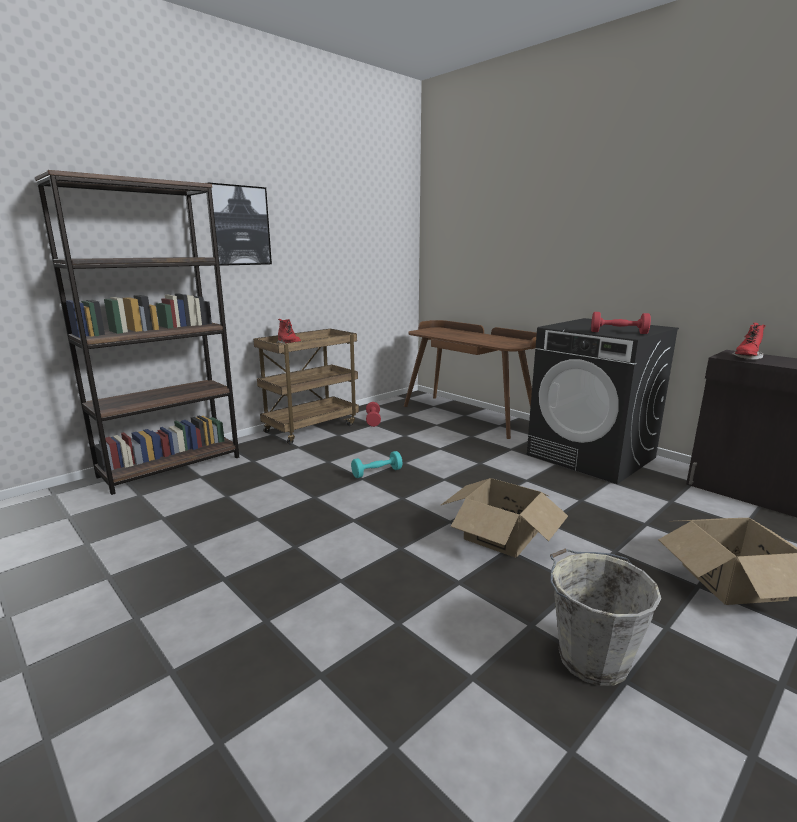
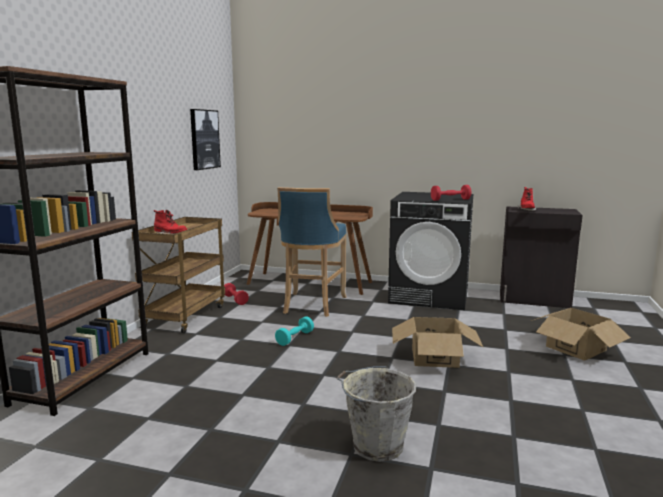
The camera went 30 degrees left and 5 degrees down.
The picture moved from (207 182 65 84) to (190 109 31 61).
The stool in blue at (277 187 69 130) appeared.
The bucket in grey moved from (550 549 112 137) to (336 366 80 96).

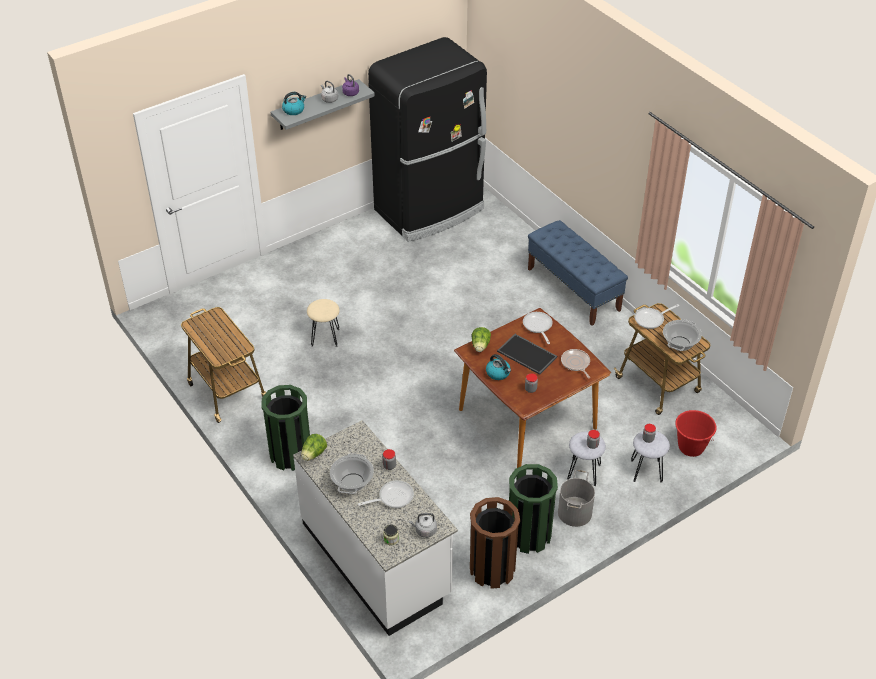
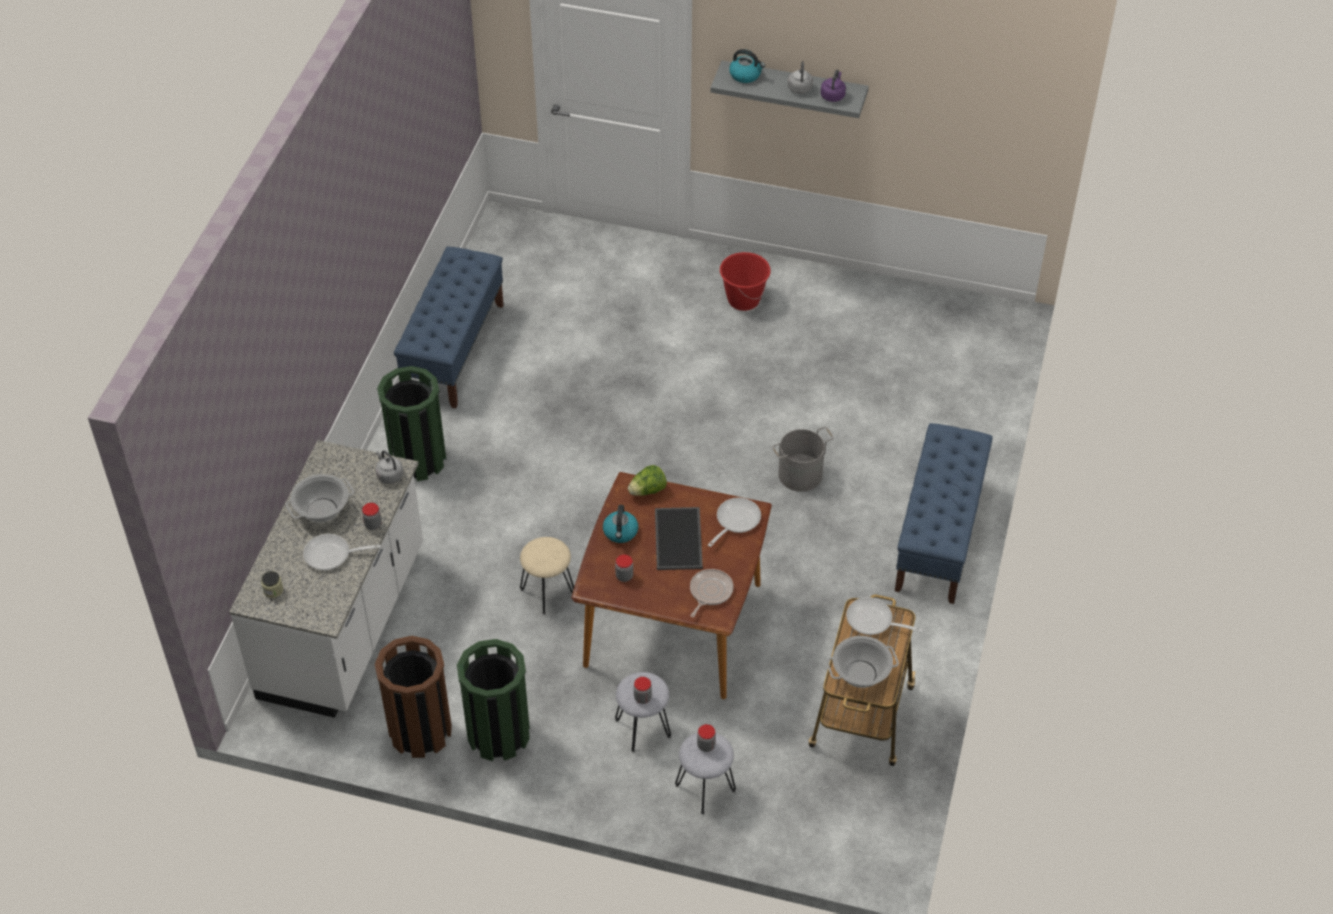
The camera went 50 degrees right and 5 degrees up.
The frying pan at (358 480 56 28) turned 150 degrees clockwise.
The kettle in grey moved from (409 513 28 24) to (375 450 28 34).
The cart at (181 307 85 116) was replaced by the bench in blue at (394 247 110 162).
The stool in beige moved from (307 299 33 48) to (520 537 54 78).
The bucket in red moved from (675 410 42 47) to (720 252 51 59).
The bucket in grey moved from (558 470 37 57) to (772 427 62 65).
The lettuce at (301 434 26 27) disappeared.
The fridge in black at (368 37 119 205) disappeared.

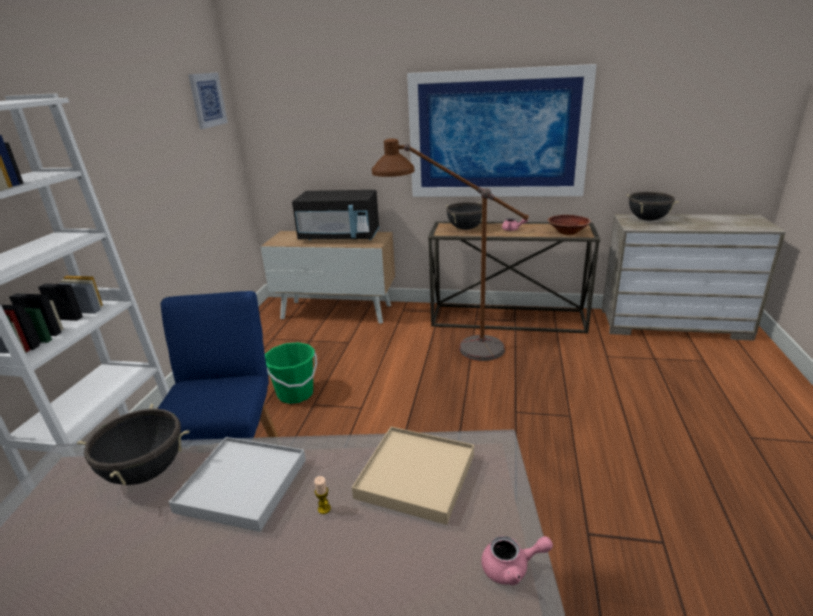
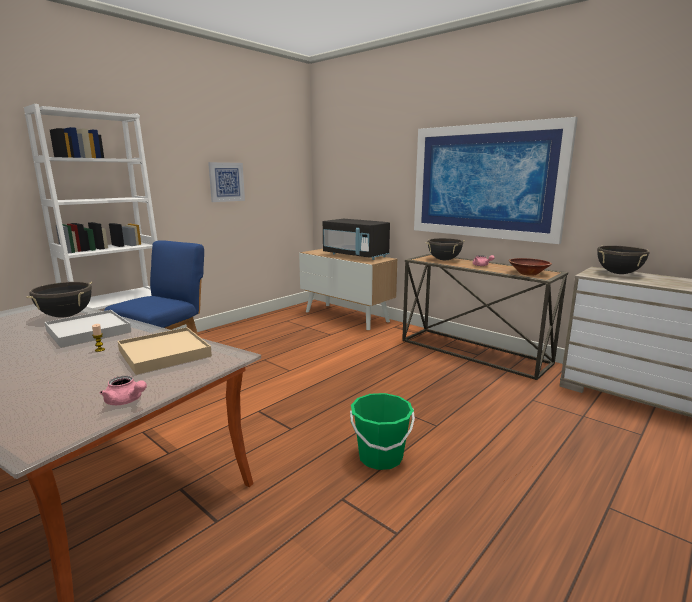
The camera went 30 degrees right and 10 degrees down.
The picture moved from (188 72 40 57) to (208 162 37 40).
The bucket in green moved from (265 342 52 62) to (350 393 65 77).
The floor lamp in brown at (372 138 157 223) disappeared.

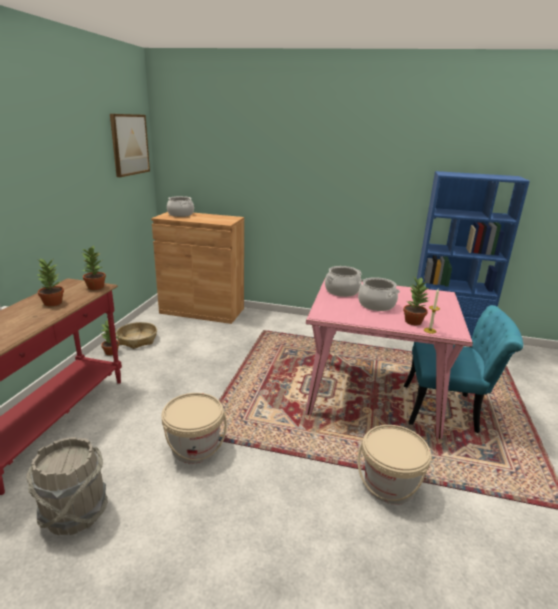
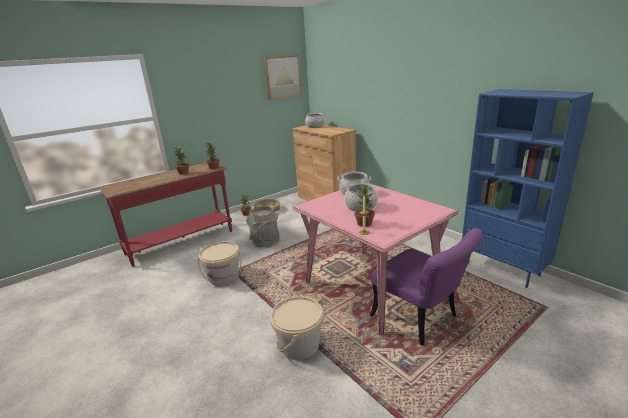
The camera went 40 degrees right and 0 degrees up.
The bucket in grey moved from (26 437 82 99) to (246 206 34 41).
The chair in turquoise at (404 305 119 128) became the chair in purple at (369 228 114 117).

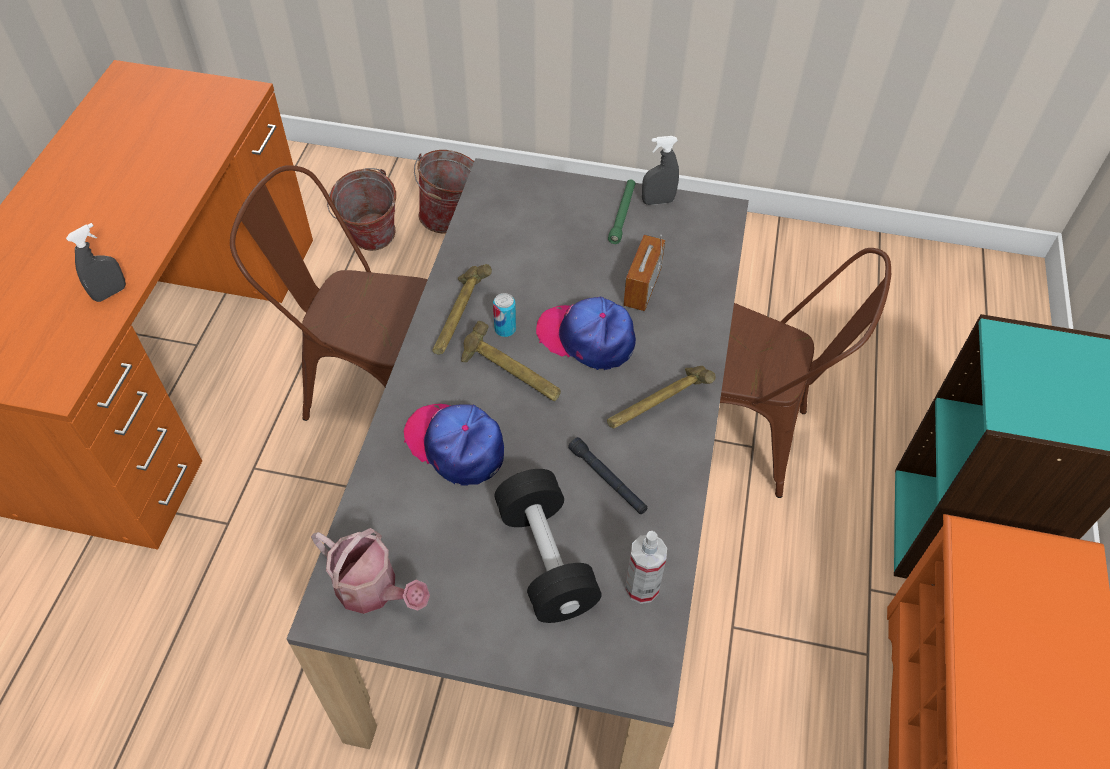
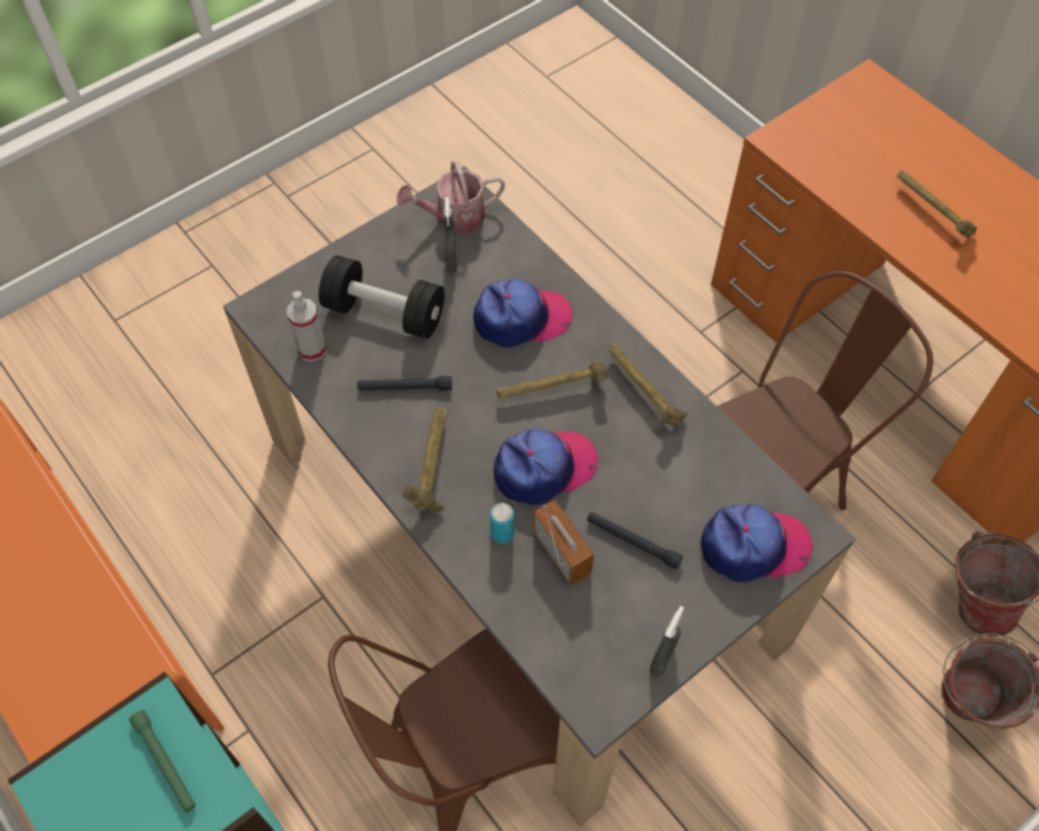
The camera went 130 degrees right and 5 degrees up.
The flashlight in green moved from (608 179 28 65) to (129 710 67 102).
The spray bottle in grey moved from (66 223 60 79) to (444 197 13 76).
The can moved from (493 293 23 44) to (490 503 24 41).
The flashlight in black at (587 512 96 57) appeared.
The cap at (701 504 112 78) appeared.
The hammer at (897 170 80 68) appeared.

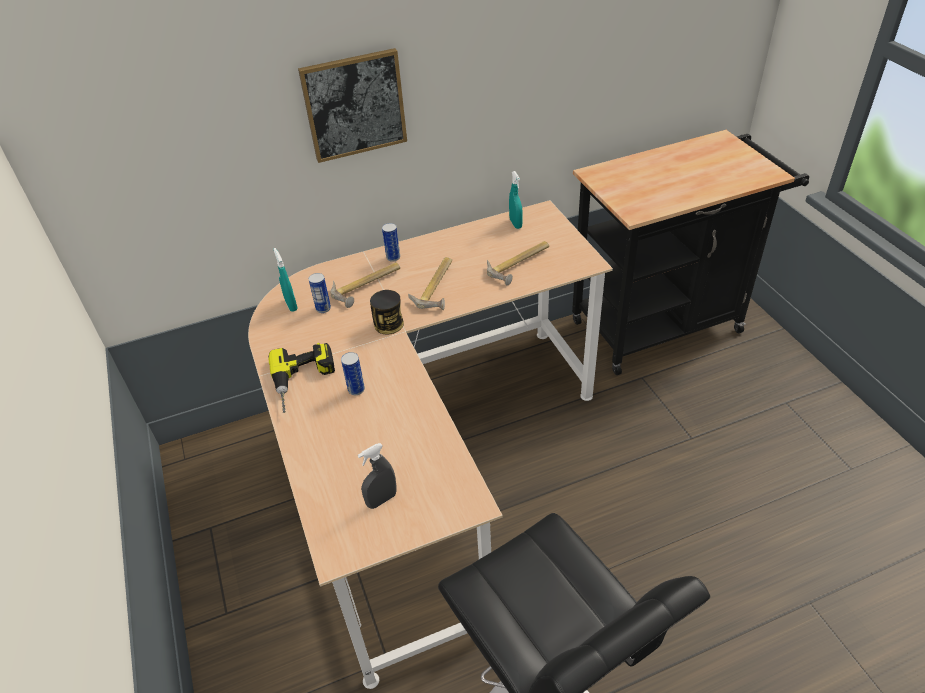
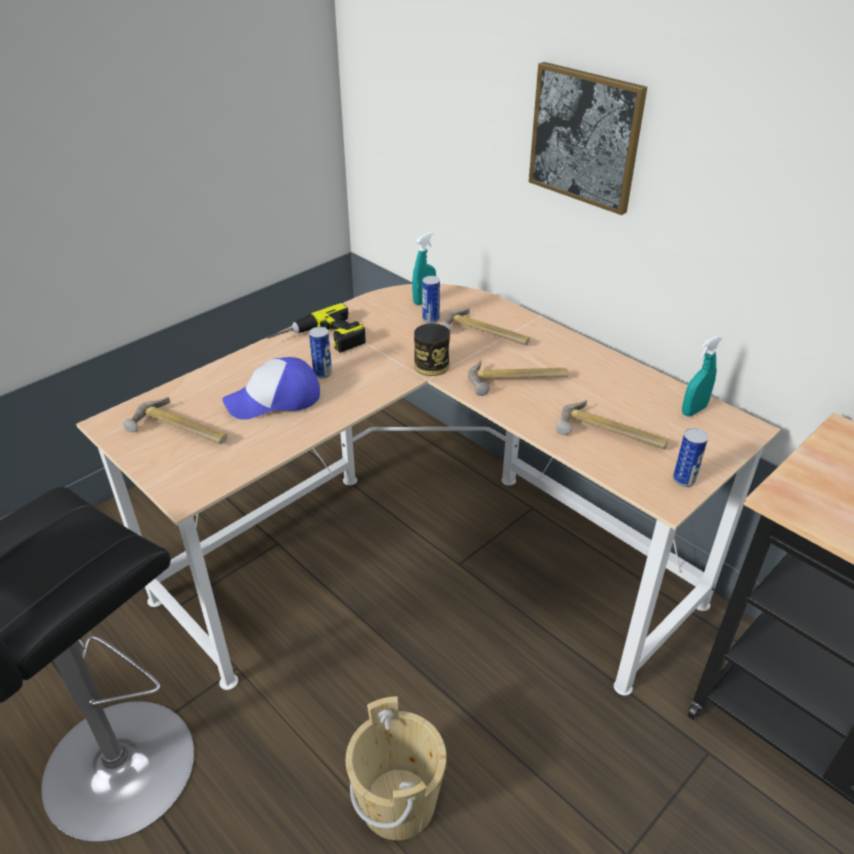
The camera went 65 degrees right and 5 degrees down.
The spray bottle in grey at (358 443 39 66) was replaced by the hammer at (123 397 105 47).
The cap at (223 357 97 63) appeared.
The bucket in beige at (346 696 101 144) appeared.
The can moved from (382 223 18 39) to (673 428 35 59).

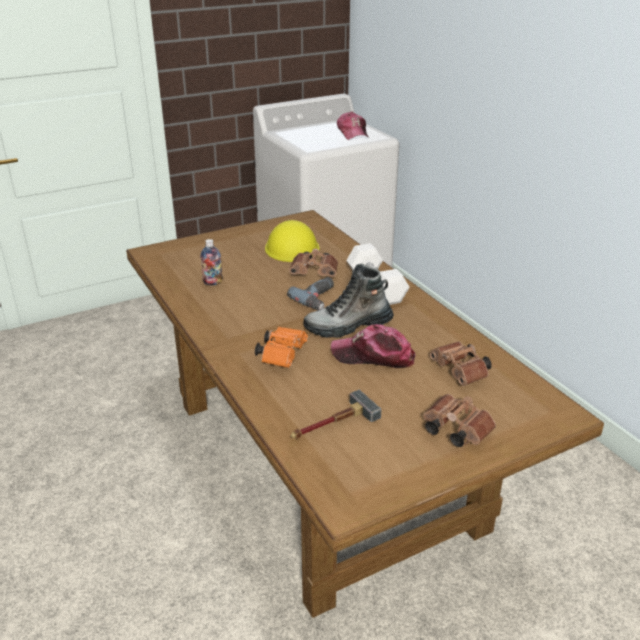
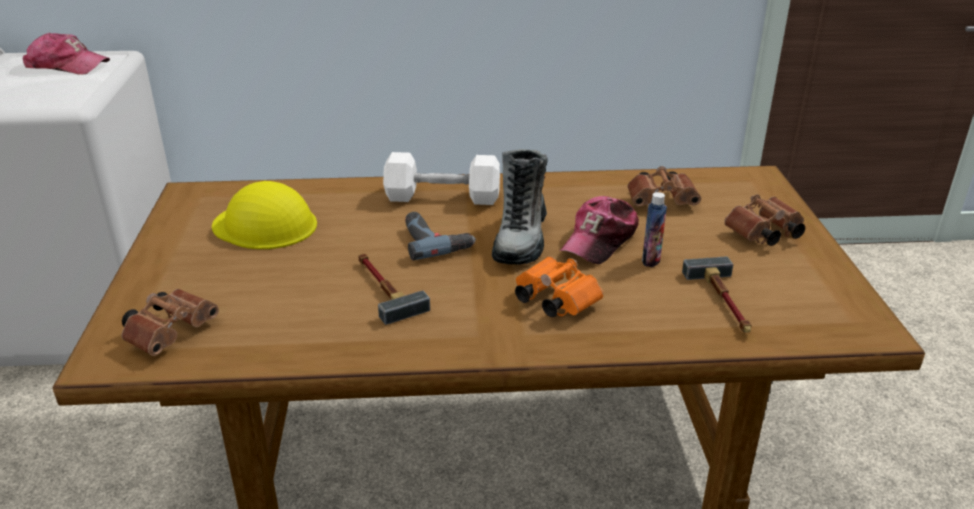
The camera went 65 degrees left and 0 degrees up.
The binoculars in brown moved from (289 248 49 29) to (121 289 98 67).
The hammer at (358 253 72 72) appeared.
The bottle moved from (200 239 23 46) to (642 192 25 75).

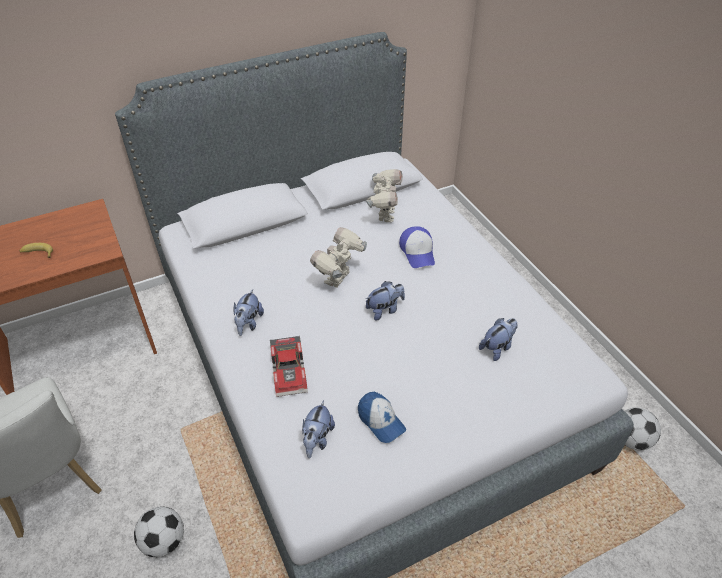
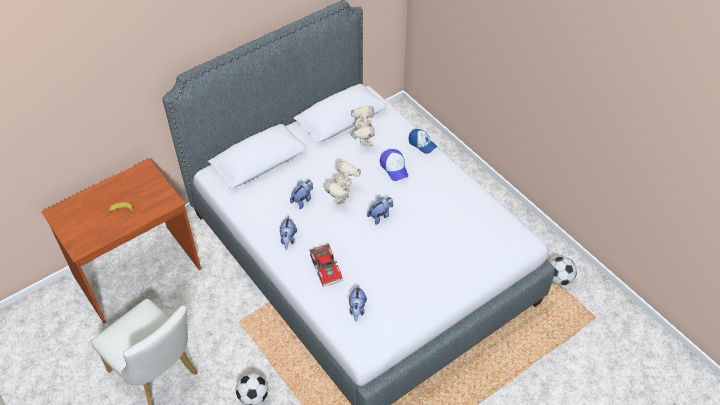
The camera went 10 degrees left and 5 degrees up.
The plush toy moved from (479 318 39 43) to (290 180 23 29).
The cap moved from (358 392 48 51) to (409 129 28 25).

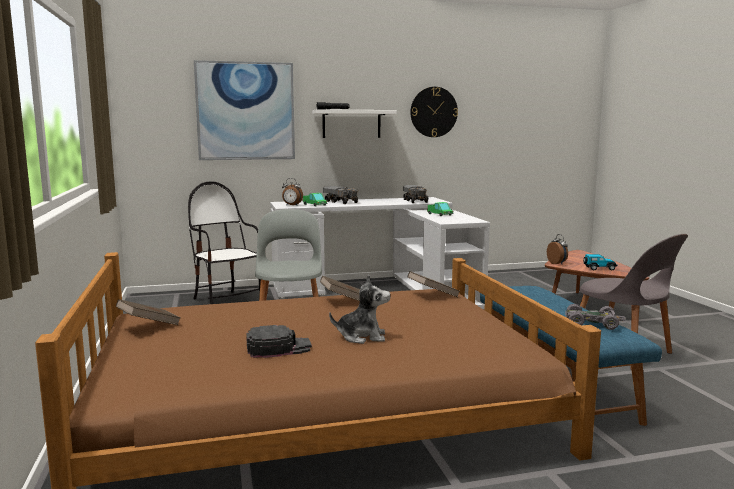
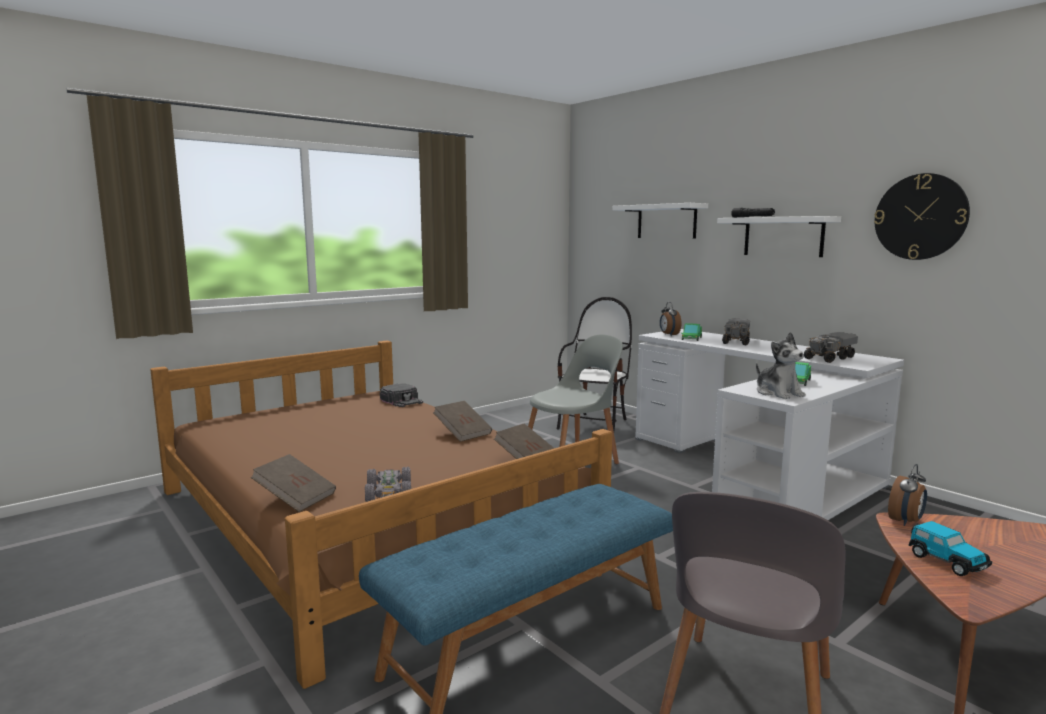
The camera went 65 degrees right and 0 degrees up.
The book in brown moved from (116 299 65 26) to (251 454 85 58).
The toy car in grey moved from (565 304 61 26) to (365 466 46 36).
The cap in black moved from (246 325 66 33) to (380 383 43 24).
The picture at (194 60 101 100) was replaced by the shelf in white at (613 203 95 36).
The plush toy moved from (329 275 62 69) to (756 332 50 67).

